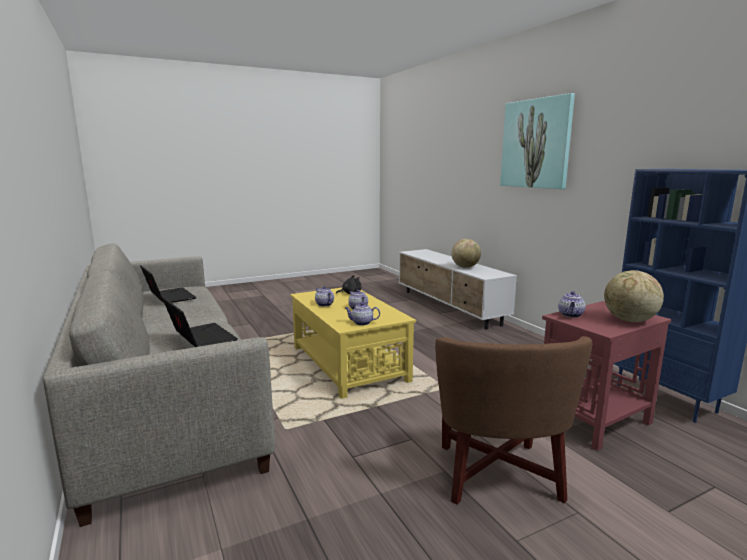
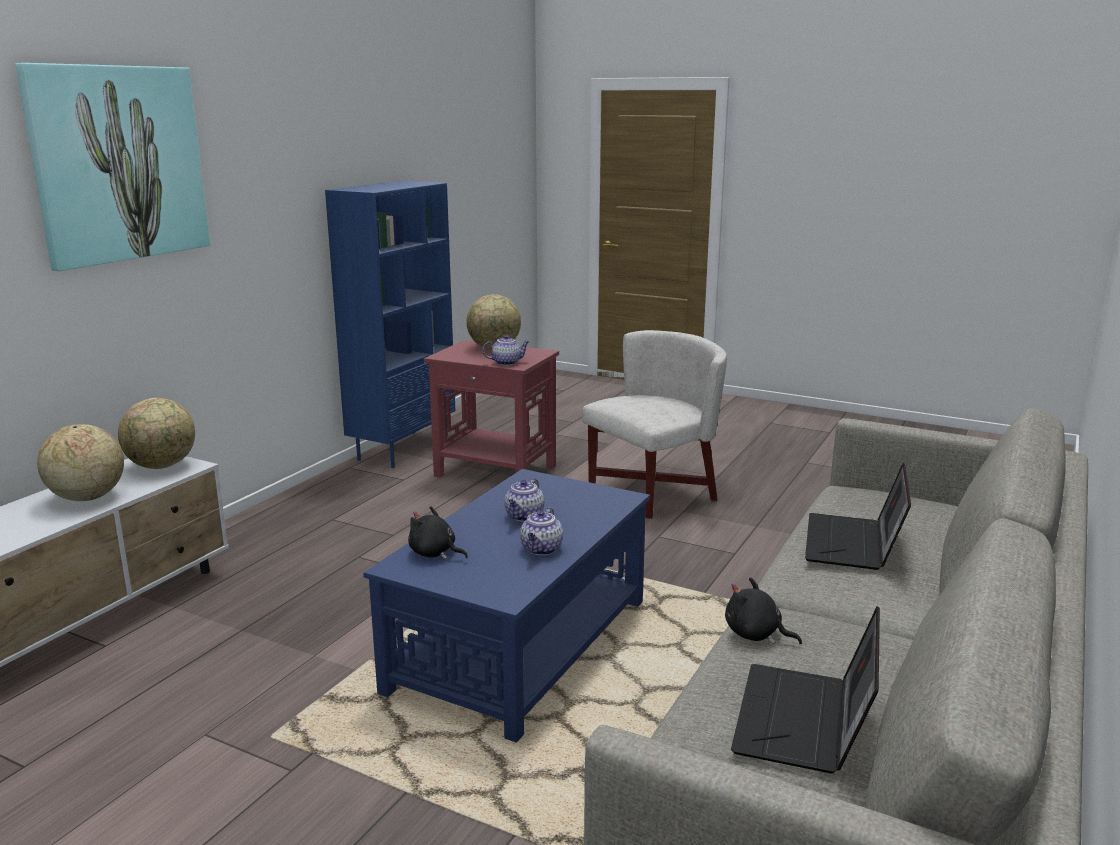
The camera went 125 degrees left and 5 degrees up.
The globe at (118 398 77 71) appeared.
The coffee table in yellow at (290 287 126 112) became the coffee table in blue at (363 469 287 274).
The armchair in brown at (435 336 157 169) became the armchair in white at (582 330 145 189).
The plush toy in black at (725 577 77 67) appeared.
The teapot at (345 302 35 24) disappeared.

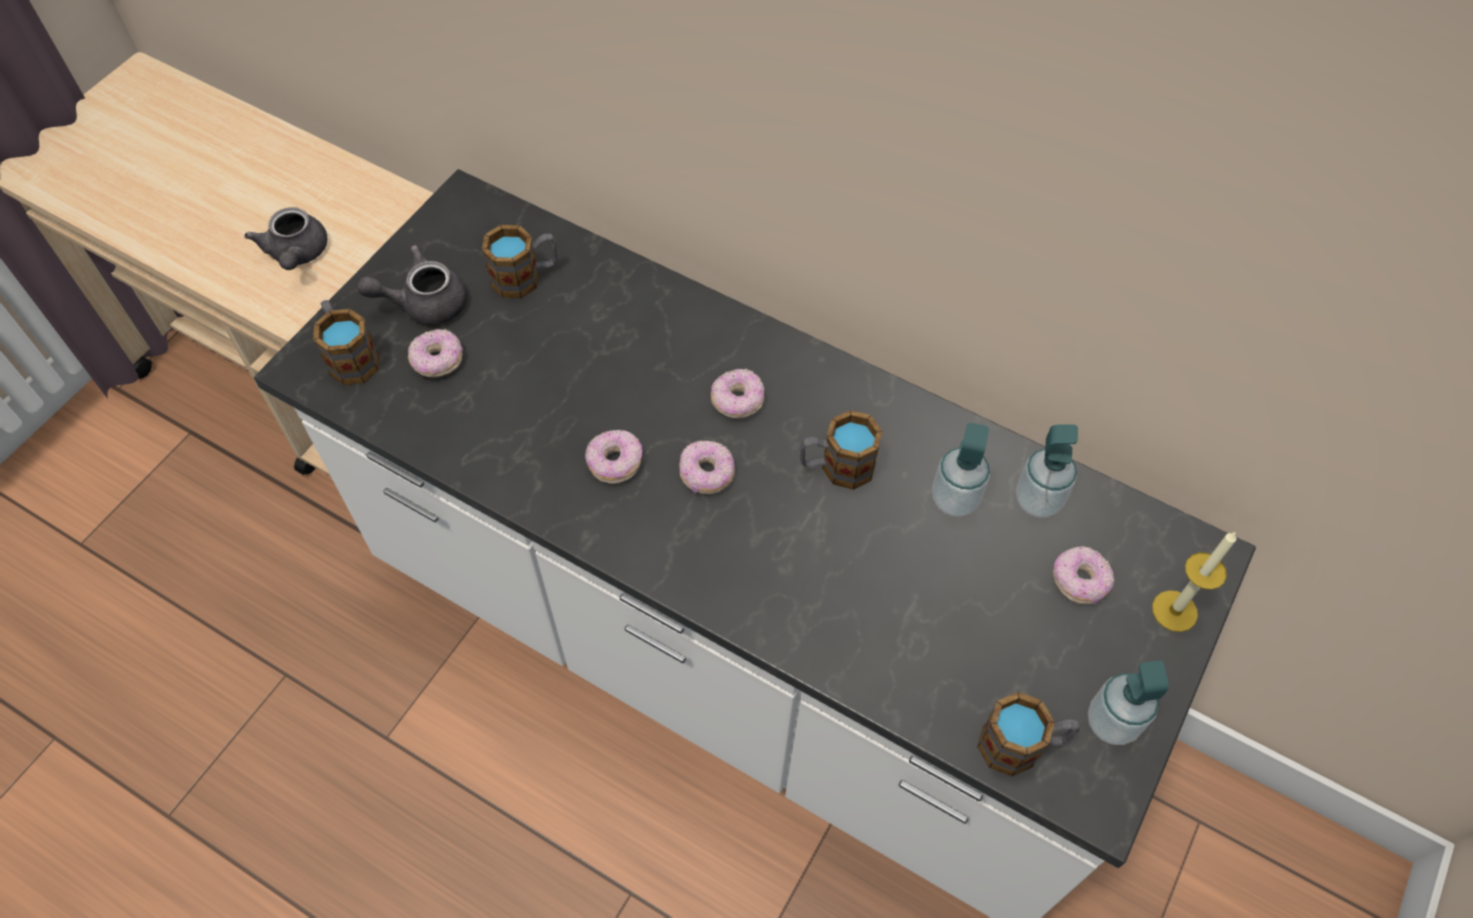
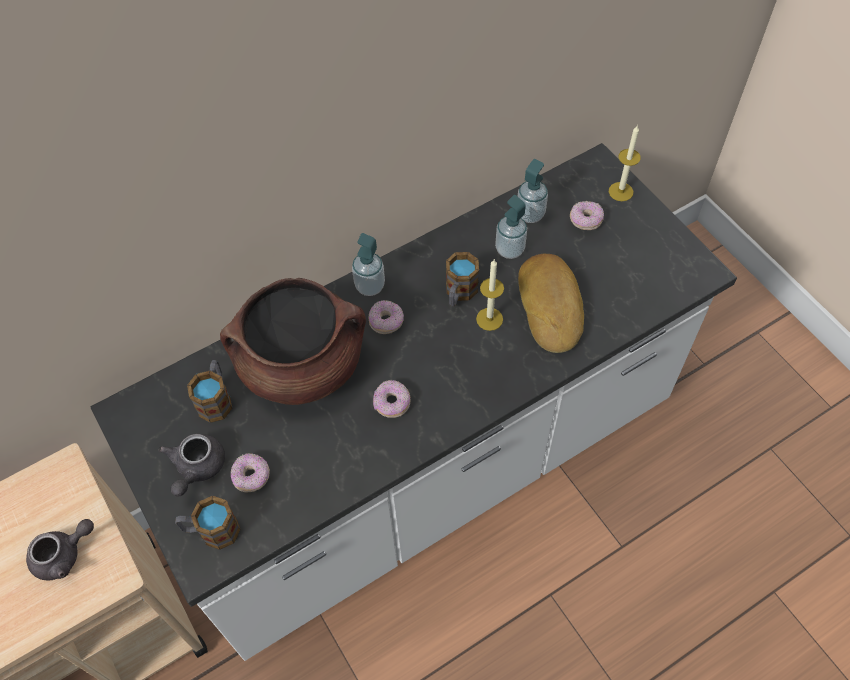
The camera went 60 degrees left and 0 degrees up.
The teapot in grey at (244 207 84 63) turned 45 degrees counterclockwise.
The cooking pot in brown at (220 278 146 127) appeared.
The soap dispenser moved from (1088 660 81 85) to (352 233 33 63).
The candle at (476 260 28 71) appeared.
The bread at (518 254 66 99) appeared.
The donut at (679 440 56 54) disappeared.
The mug at (977 692 103 84) disappeared.

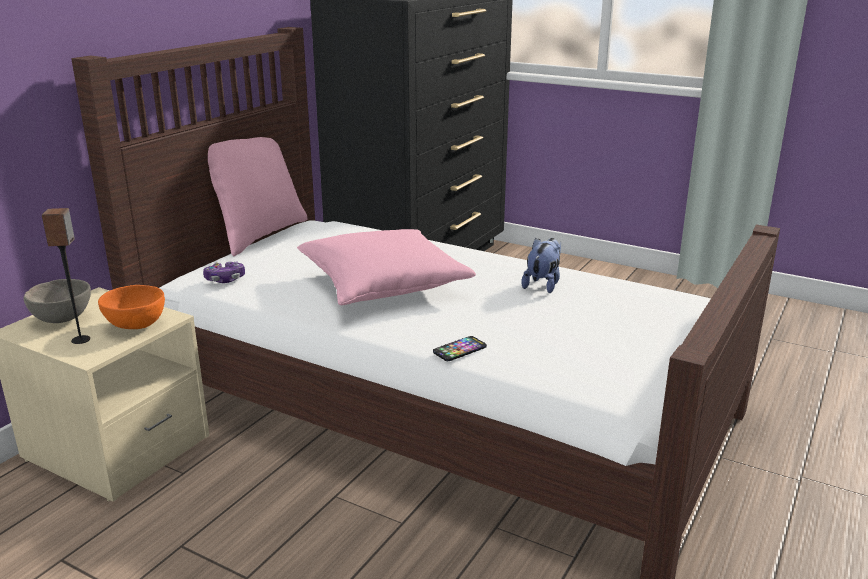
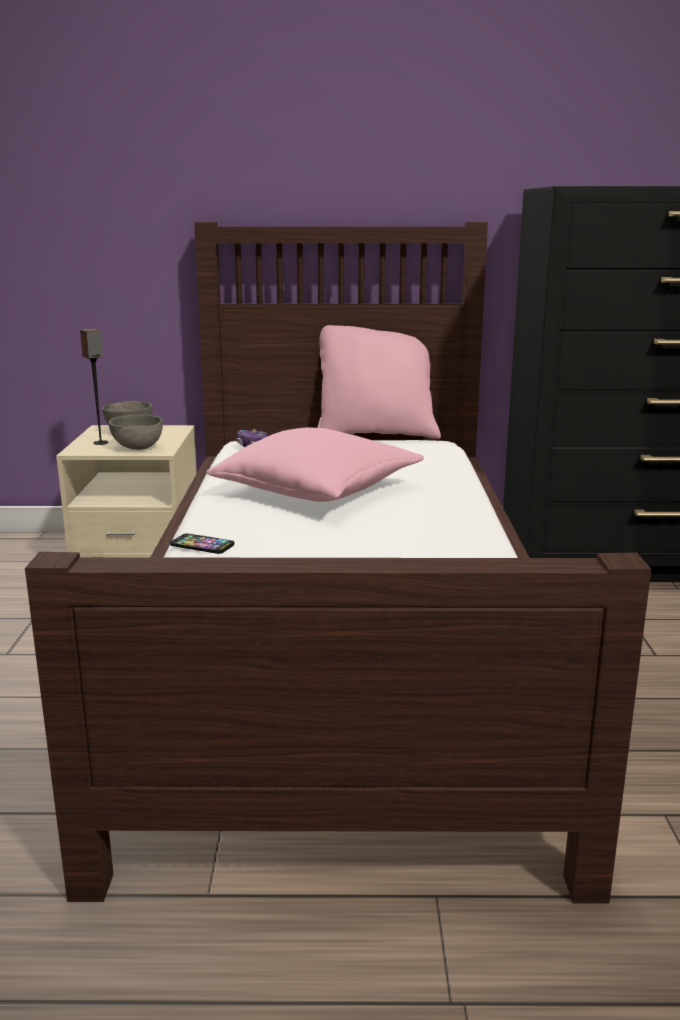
The camera went 60 degrees right and 5 degrees down.
The bowl in orange at (98 285 67 44) became the bowl in grey at (109 414 54 36).
The plush toy at (521 238 40 55) disappeared.

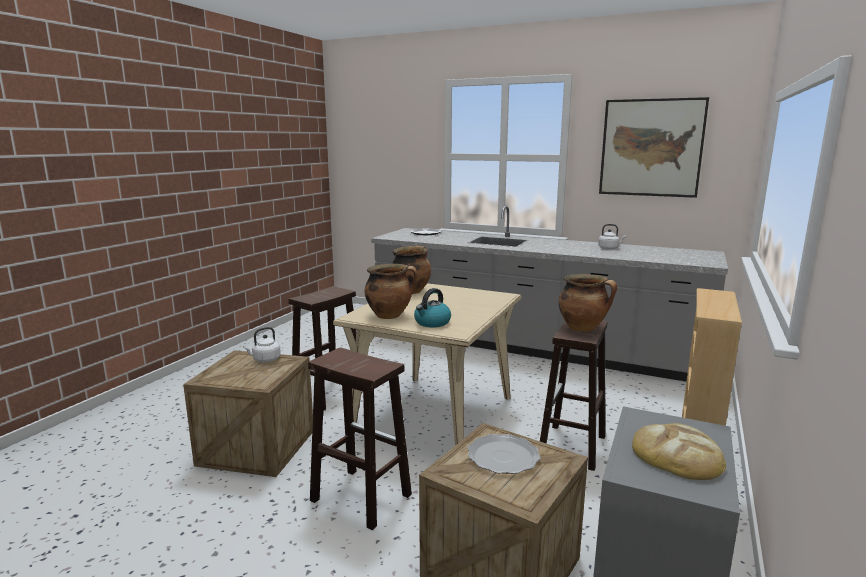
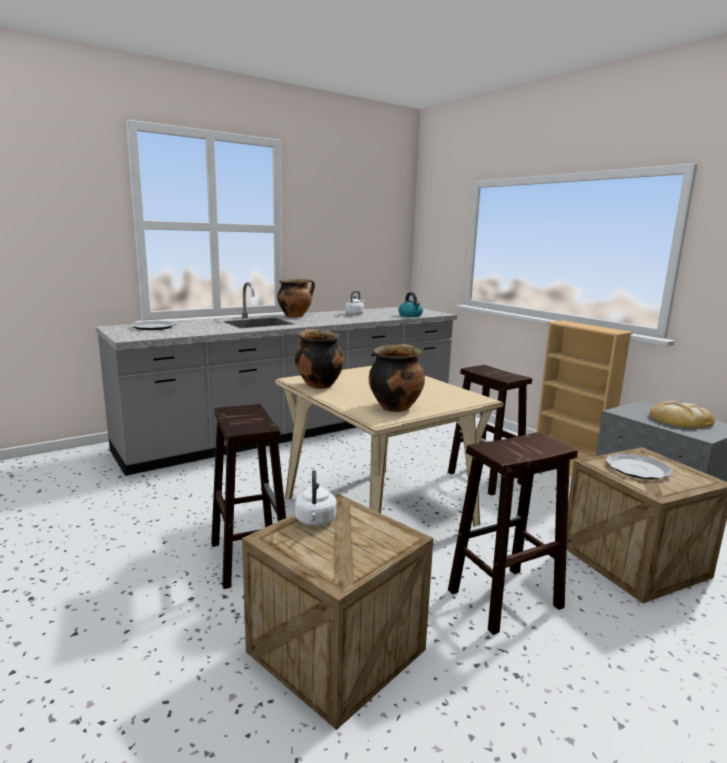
The camera went 60 degrees left and 0 degrees up.
The cooking pot moved from (559 274 58 58) to (277 279 38 38).
The kettle moved from (414 288 37 40) to (398 292 25 25).
The picture at (599 97 110 101) disappeared.

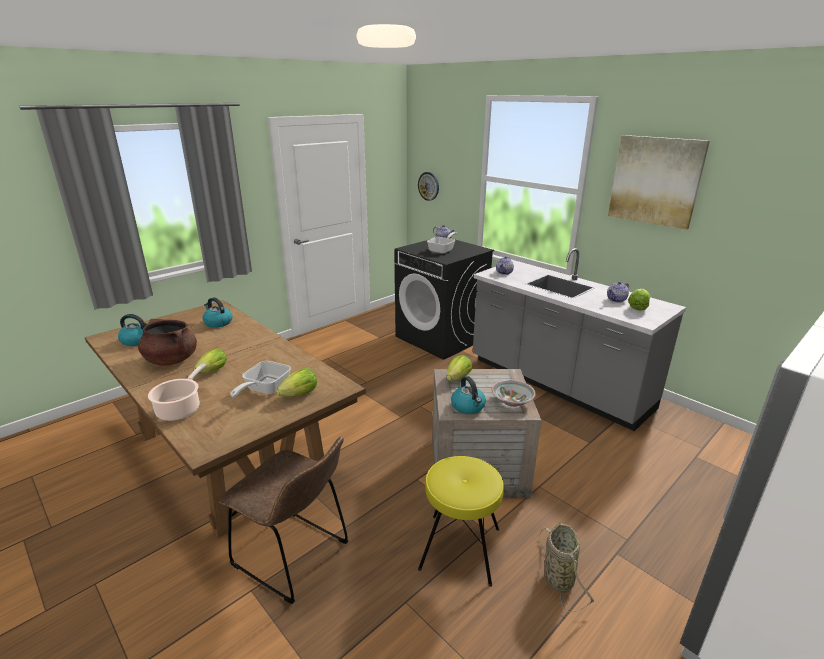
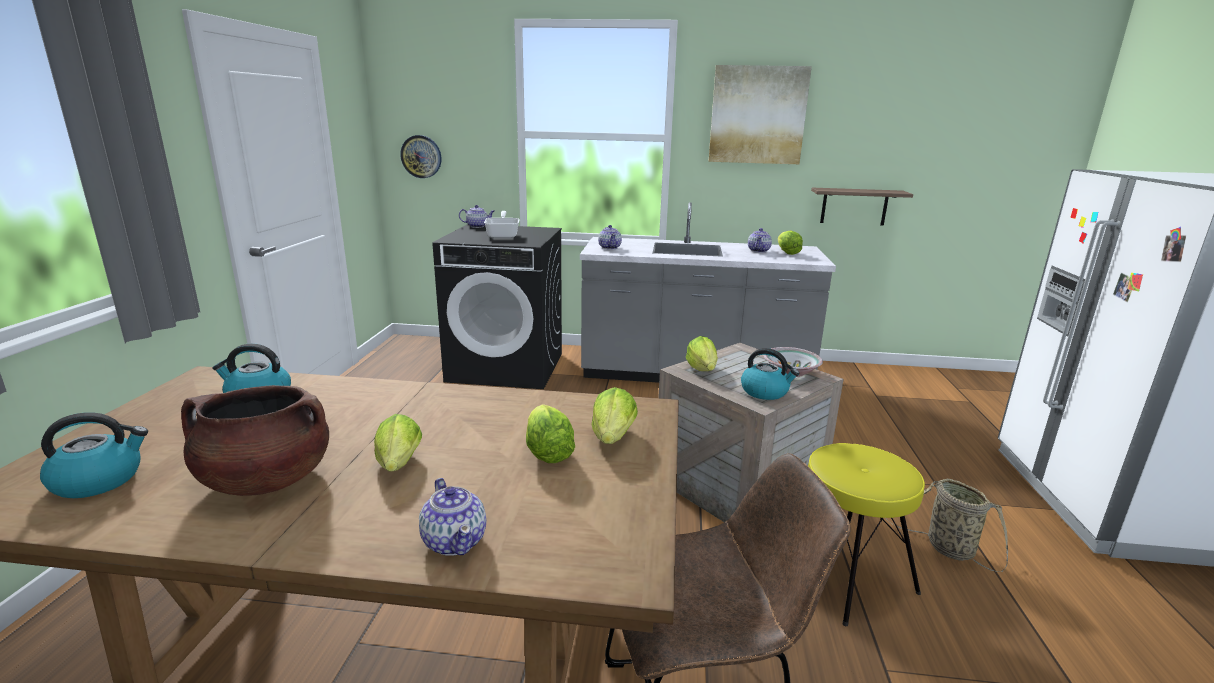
The camera went 40 degrees left and 5 degrees down.
The cooking pot at (148 363 58 58) was replaced by the teapot at (419 478 67 78).
The frying pan at (230 361 61 37) was replaced by the lettuce at (526 404 49 59).
The shelf at (811 188 102 38) appeared.

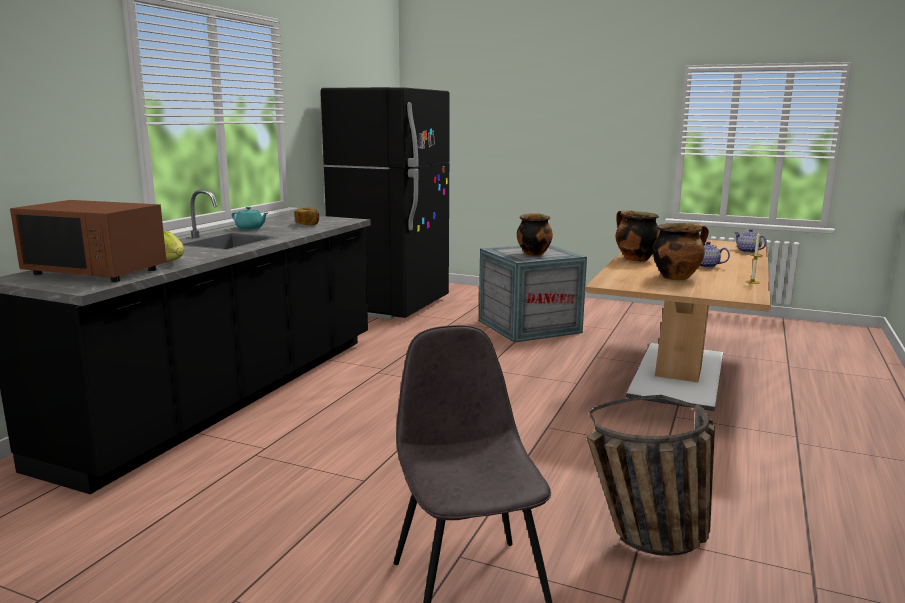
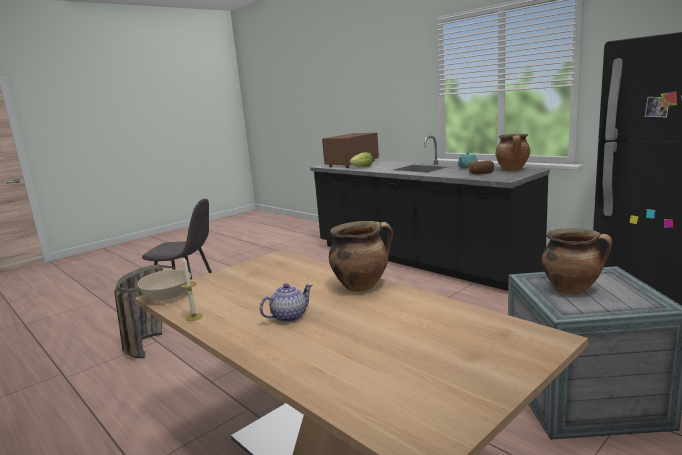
The camera went 115 degrees right and 0 degrees up.
The bowl in beige at (138 269 53 32) appeared.
The cooking pot moved from (653 223 56 57) to (496 134 34 37).
The teapot at (735 229 32 24) disappeared.

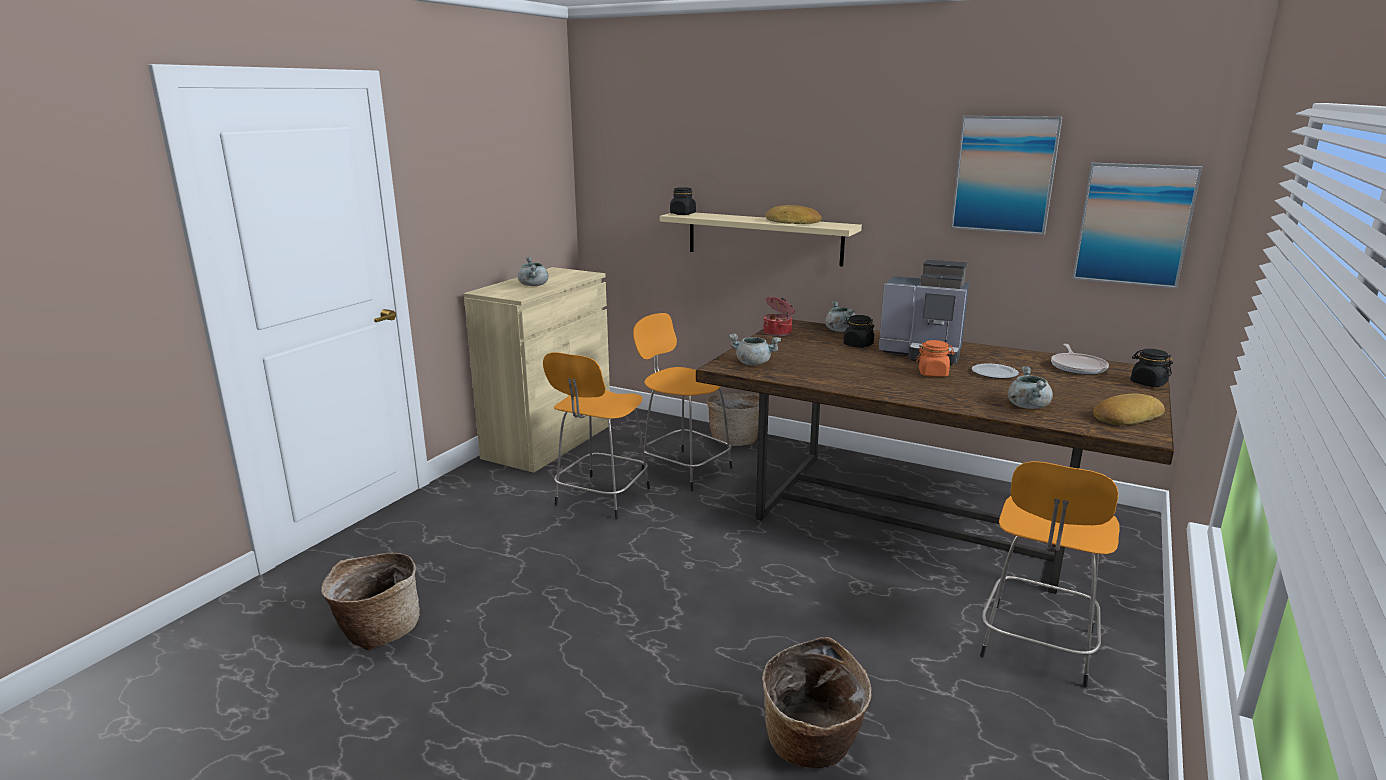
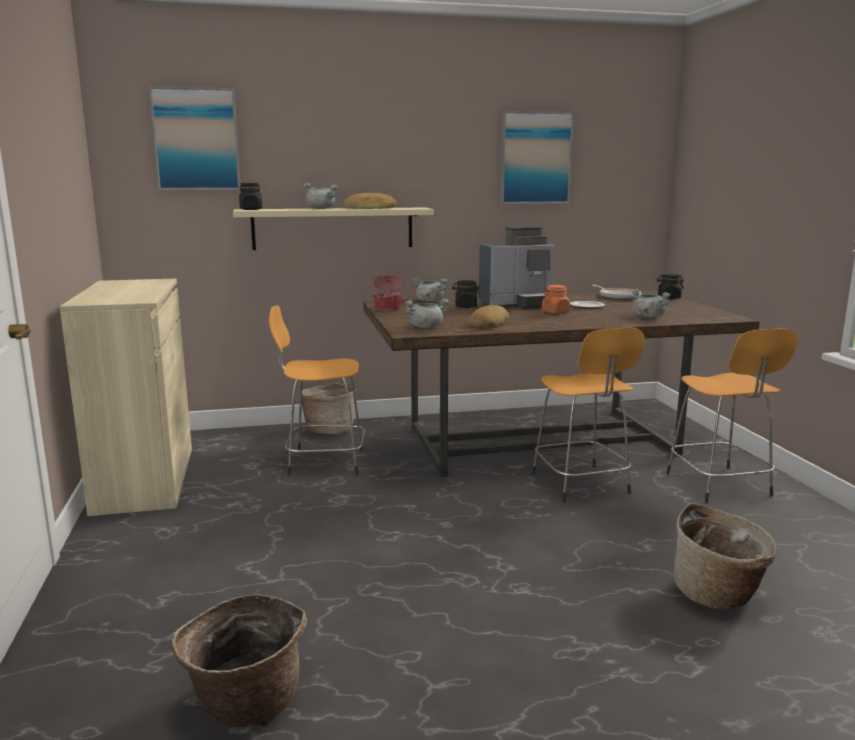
The camera went 40 degrees left and 5 degrees down.
The picture moved from (1072 163 130 126) to (149 86 91 104).
The cooking pot in grey moved from (517 256 32 30) to (302 183 36 26).
The bread moved from (1093 393 72 32) to (469 305 40 22).
The stool in orange moved from (543 352 107 167) to (532 327 113 176).

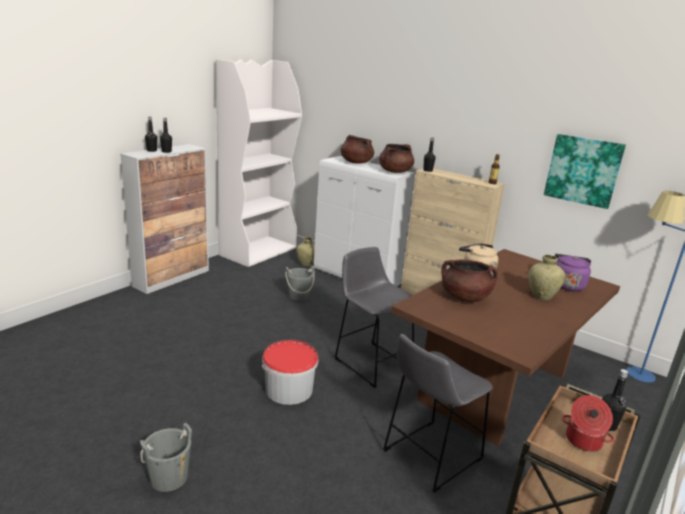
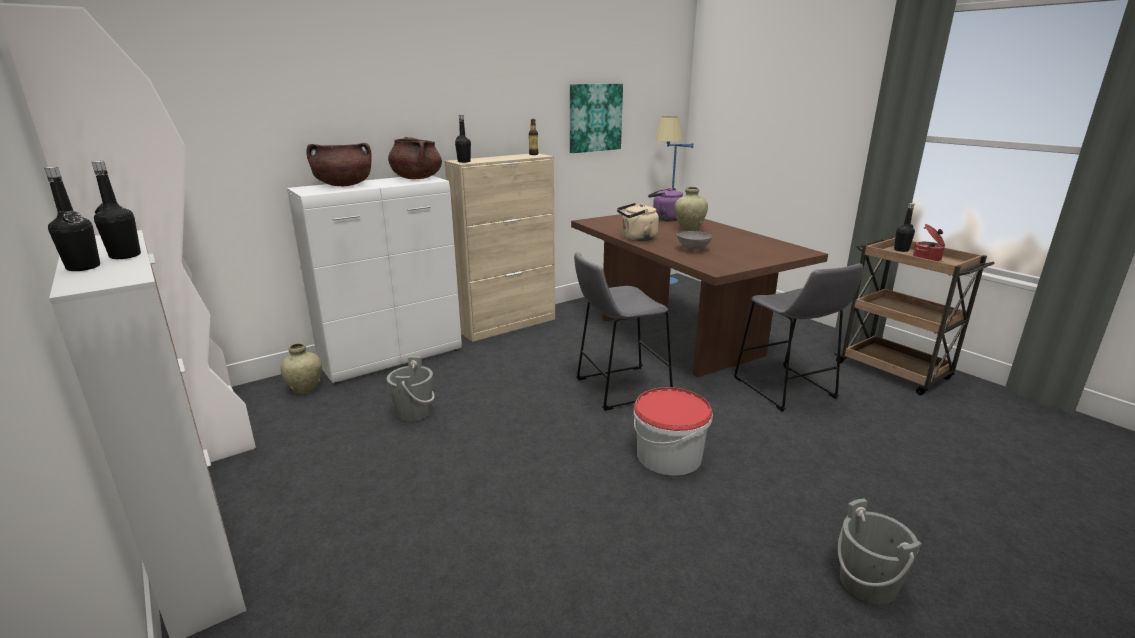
The camera went 70 degrees left and 0 degrees up.
The cooking pot in brown at (441 260 57 42) was replaced by the bowl in grey at (677 231 35 21).

